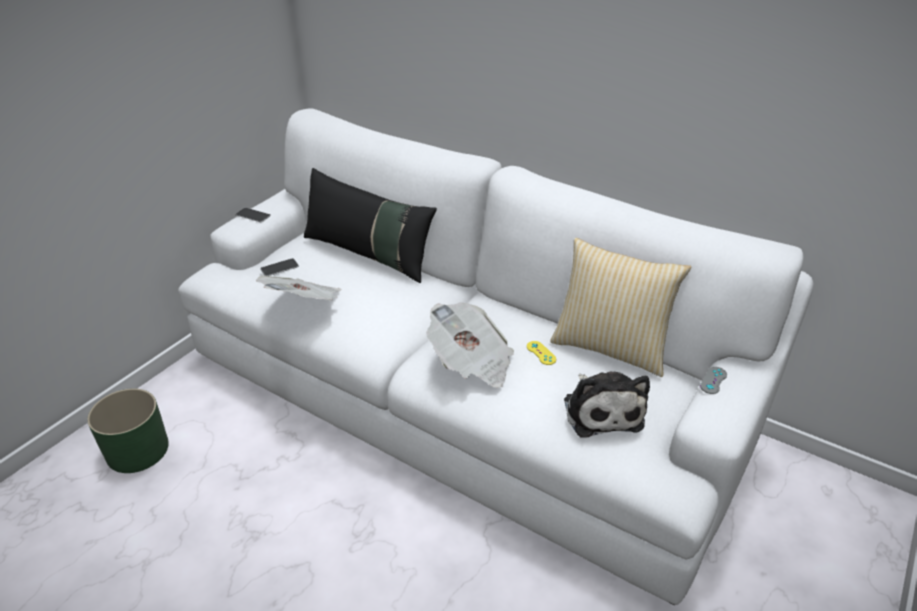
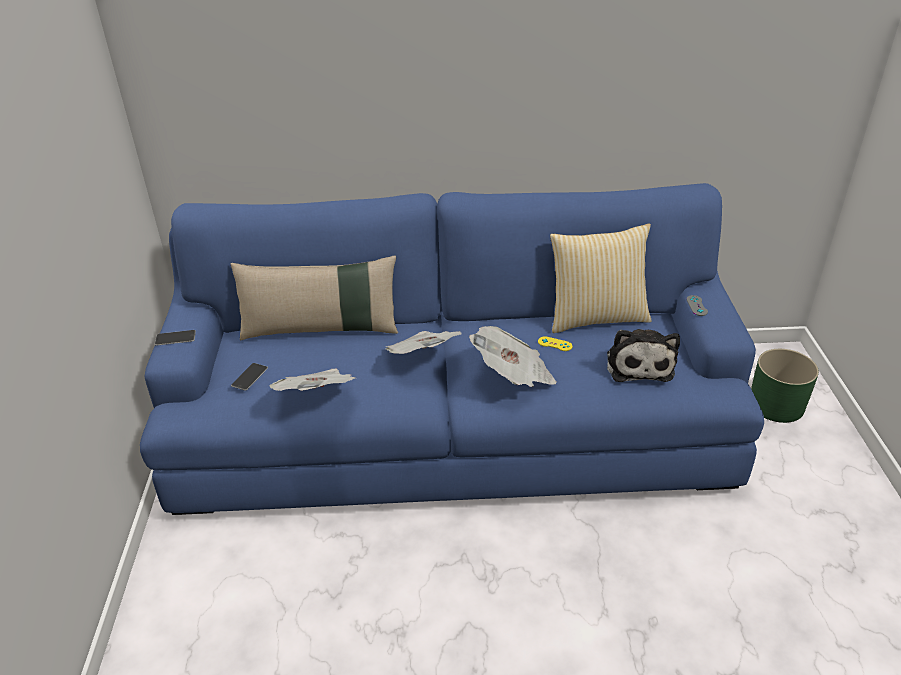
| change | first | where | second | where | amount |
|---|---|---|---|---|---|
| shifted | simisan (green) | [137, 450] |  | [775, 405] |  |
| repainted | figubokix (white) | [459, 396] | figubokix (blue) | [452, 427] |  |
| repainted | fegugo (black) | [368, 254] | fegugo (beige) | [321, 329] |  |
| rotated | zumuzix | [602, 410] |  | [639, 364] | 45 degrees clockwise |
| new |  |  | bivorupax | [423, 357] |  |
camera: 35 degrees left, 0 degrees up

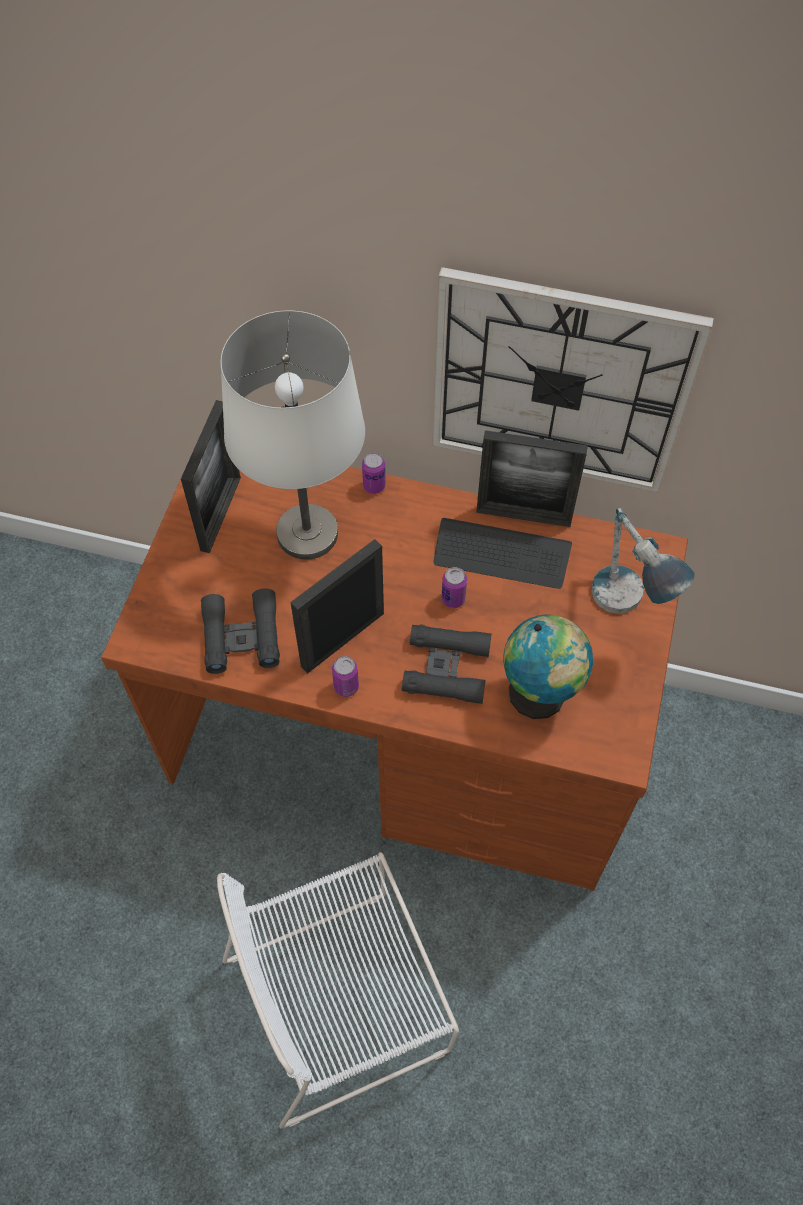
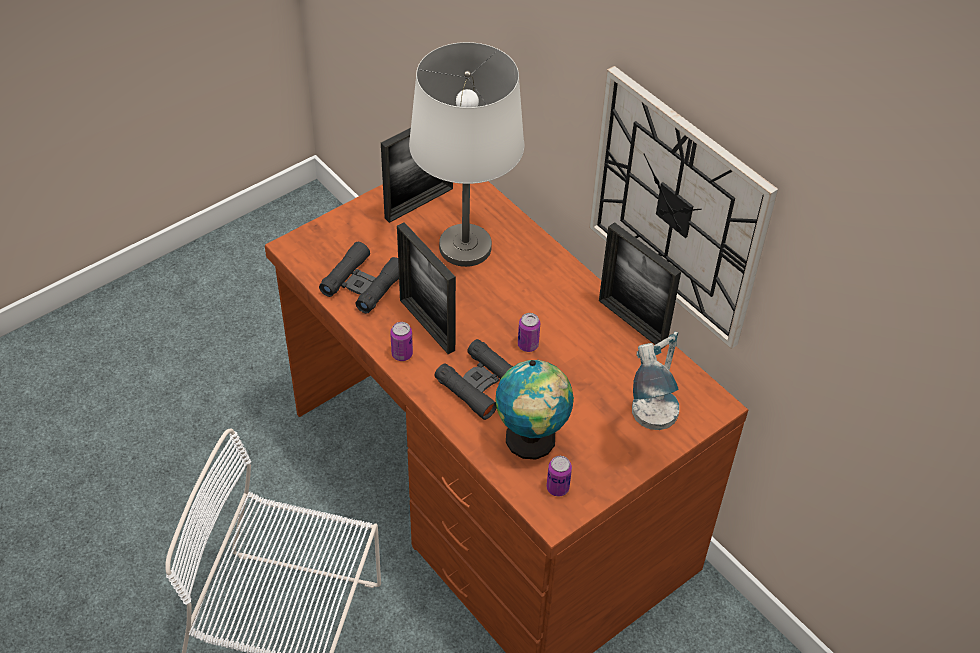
| change | first | where | second | where | amount |
|---|---|---|---|---|---|
| rotated | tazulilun | [342, 640] |  | [427, 325] | 120 degrees counterclockwise |
| shifted | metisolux | [374, 486] |  | [557, 488] |  |
| gone | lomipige | [501, 555] |  |  |  |
camera: 35 degrees right, 10 degrees down

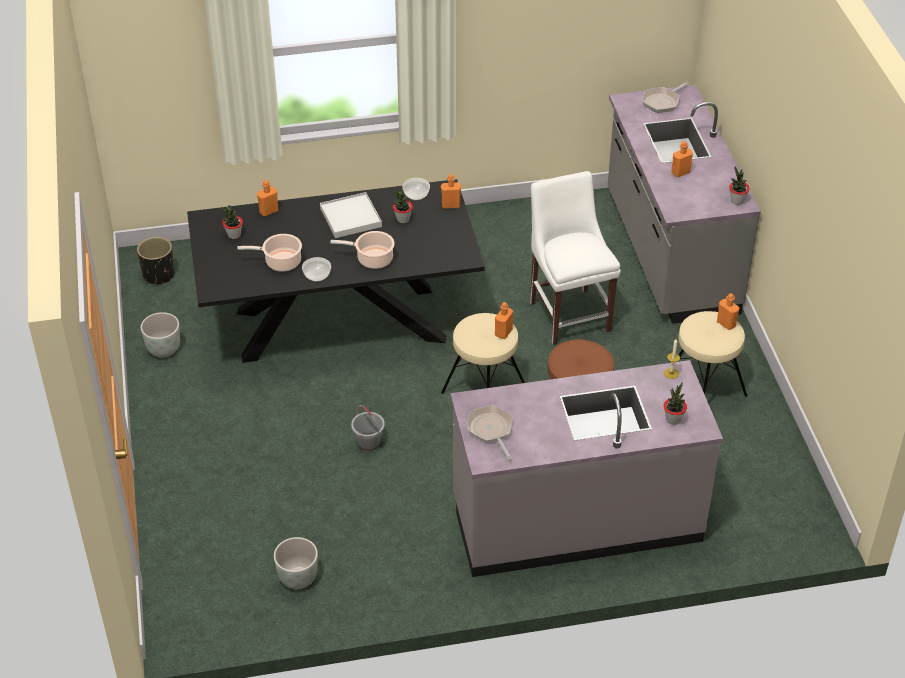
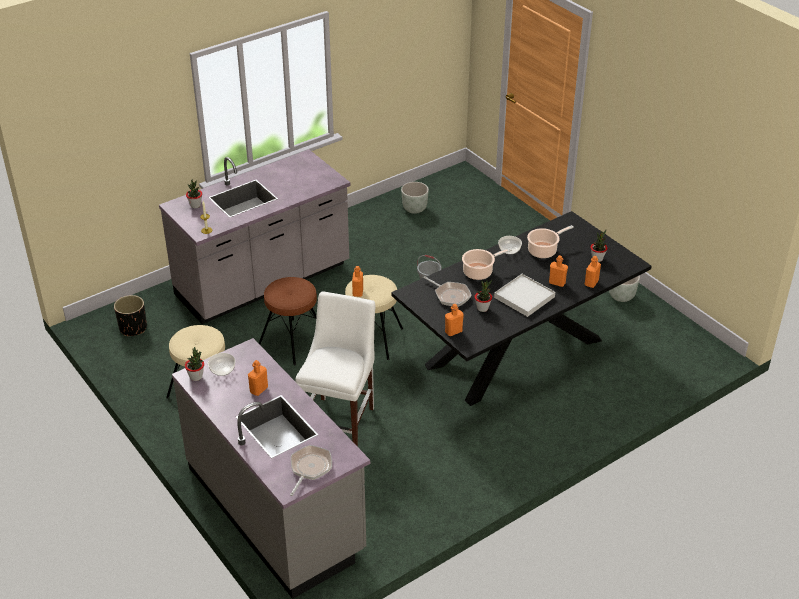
| change | first | where | second | where | amount |
|---|---|---|---|---|---|
| shifted | simisan (black) | [159, 275] |  | [133, 328] |  |
| shifted | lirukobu | [416, 194] |  | [222, 370] |  |
| shifted | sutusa | [491, 430] |  | [450, 295] |  |
| rotated | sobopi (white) | [568, 313] |  | [340, 419] | 120 degrees counterclockwise |
| shifted | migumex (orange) | [726, 324] |  | [557, 283] |  |
camera: 155 degrees right, 5 degrees down

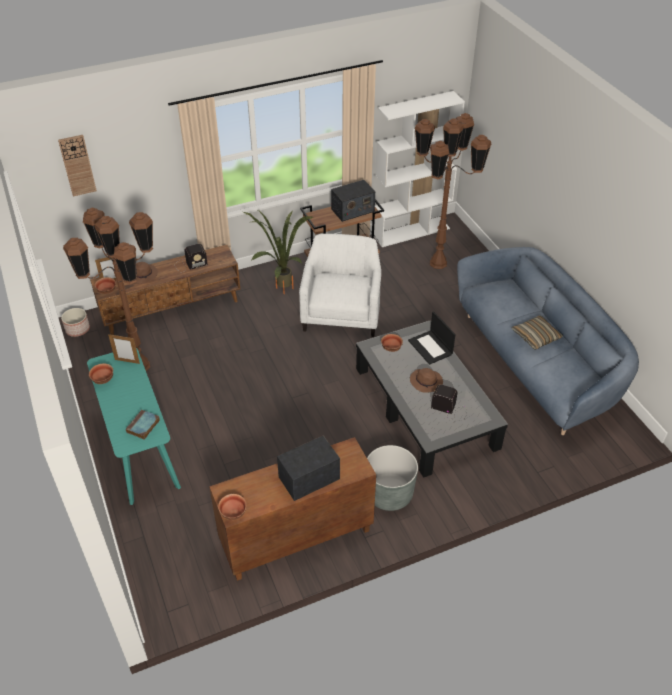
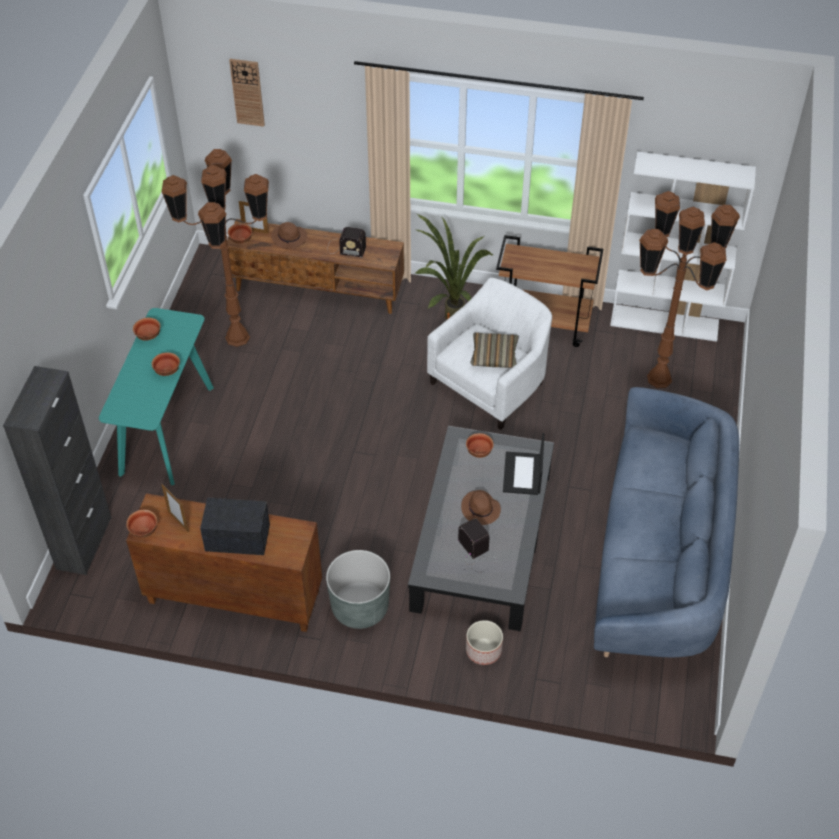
| change | first | where | second | where | amount |
|---|---|---|---|---|---|
| shifted | simisan | [77, 329] |  | [483, 650] |  |
| shifted | tazulilun | [127, 361] |  | [178, 521] |  |
| gone | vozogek | [143, 427] |  |  |  |
| gone | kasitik | [352, 210] |  |  |  |
| shifted | fegugo | [536, 337] |  | [494, 355] |  |
| new |  |  | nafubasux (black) | [84, 543] |  |
| new |  |  | lirukobu | [167, 370] |  |
camera: 35 degrees right, 5 degrees up

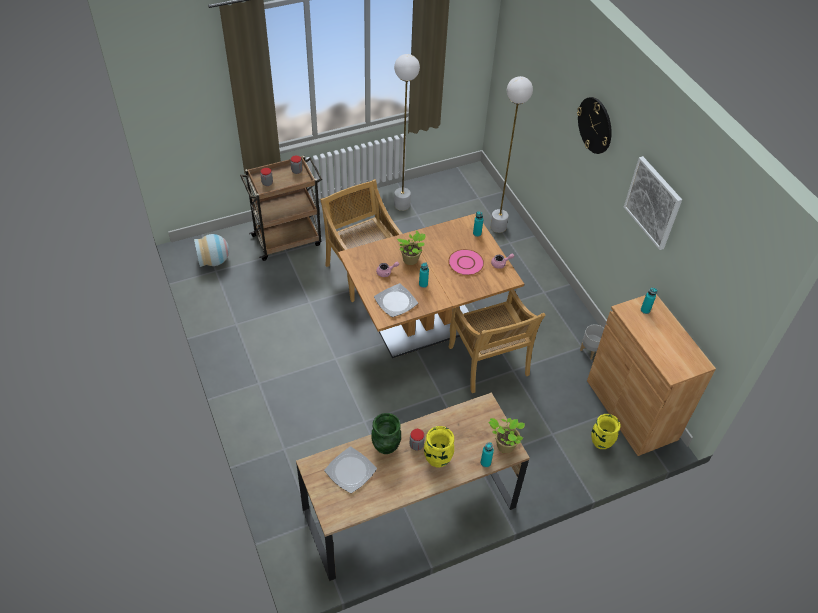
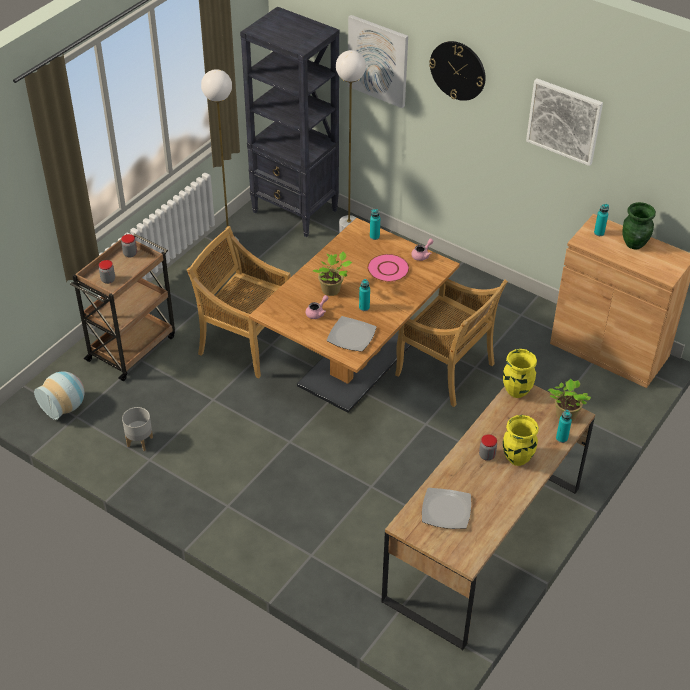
| change | first | where | second | where | amount |
|---|---|---|---|---|---|
| shifted | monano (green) | [386, 447] |  | [634, 244] |  |
| shifted | simisan (grey) | [590, 351] |  | [140, 442] |  |
| shifted | monano (yellow) | [600, 442] |  | [516, 391] |  |
| new |  |  | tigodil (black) | [295, 211] |  |
| new |  |  | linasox | [378, 61] |  |
camera: 30 degrees left, 5 degrees down

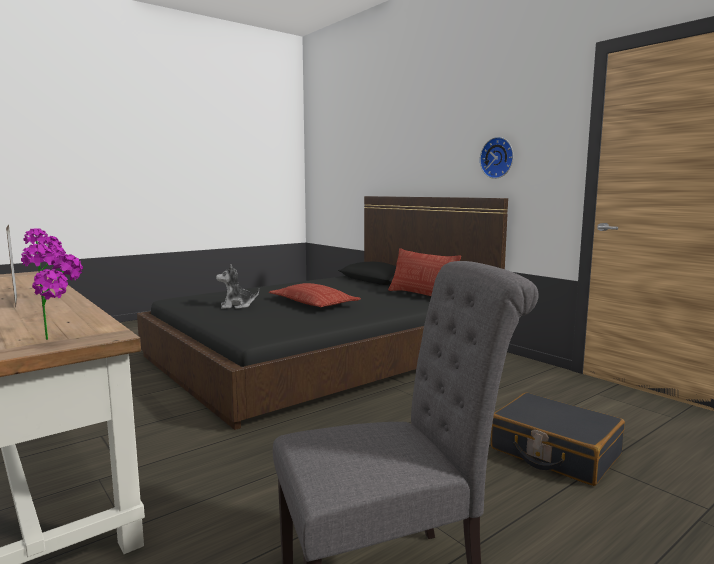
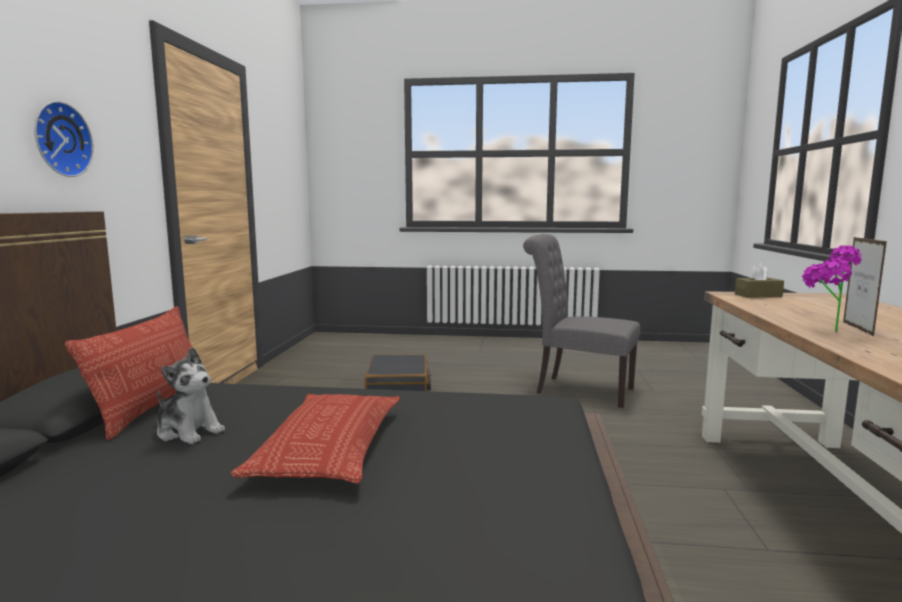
| change | first | where | second | where | amount |
|---|---|---|---|---|---|
| swapped | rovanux | [60, 338] | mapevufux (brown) | [758, 295] |  |
| shifted | zumuzix | [237, 306] |  | [189, 431] |  |
camera: 135 degrees left, 0 degrees up

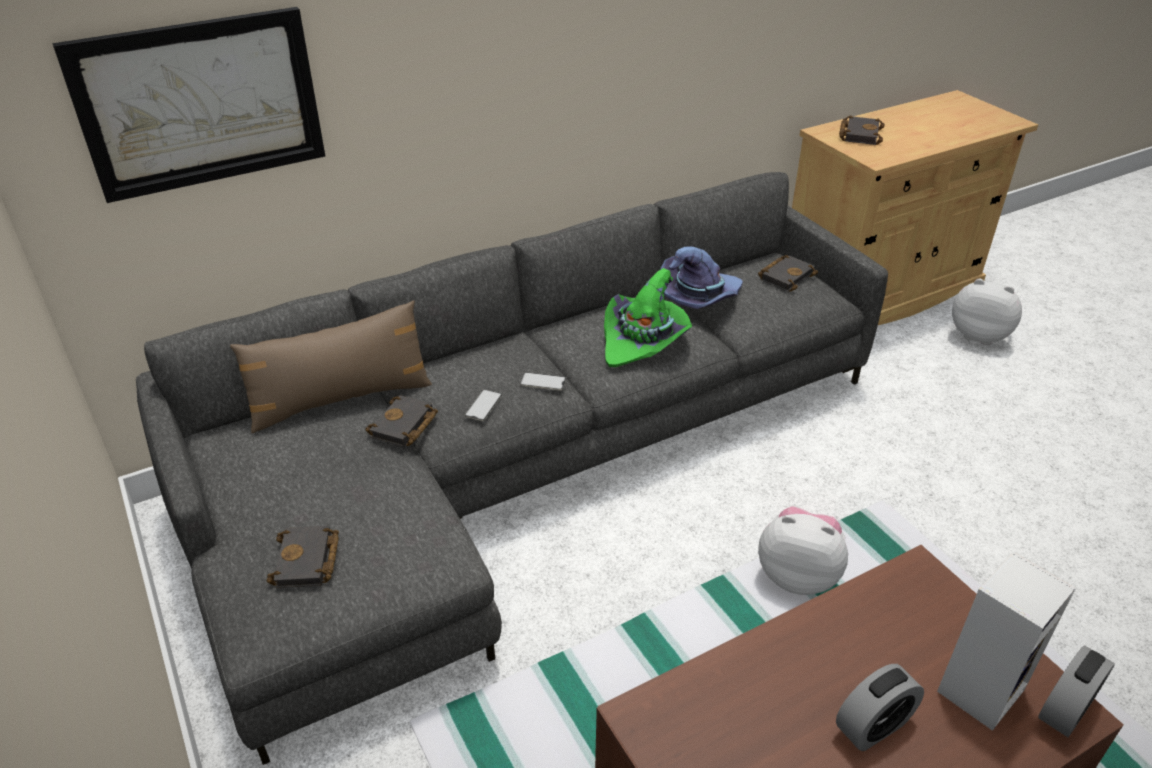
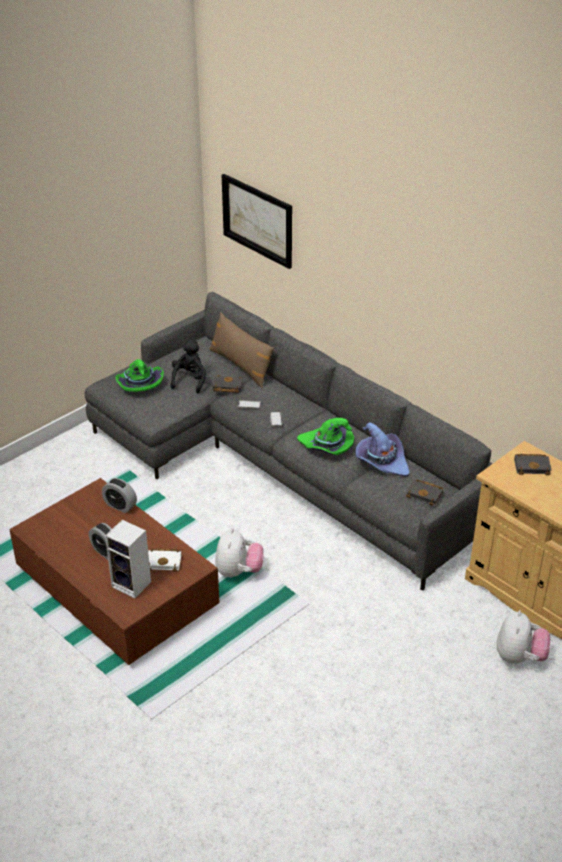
| change | first | where | second | where | amount |
|---|---|---|---|---|---|
| swapped | vozogek (black) | [307, 562] | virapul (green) | [139, 384] |  |
| shifted | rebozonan | [1065, 710] |  | [120, 505] |  |
| new |  |  | vozogek (white) | [165, 561] |  |
| new |  |  | zumuzix (black) | [189, 380] |  |
camera: 75 degrees right, 0 degrees up

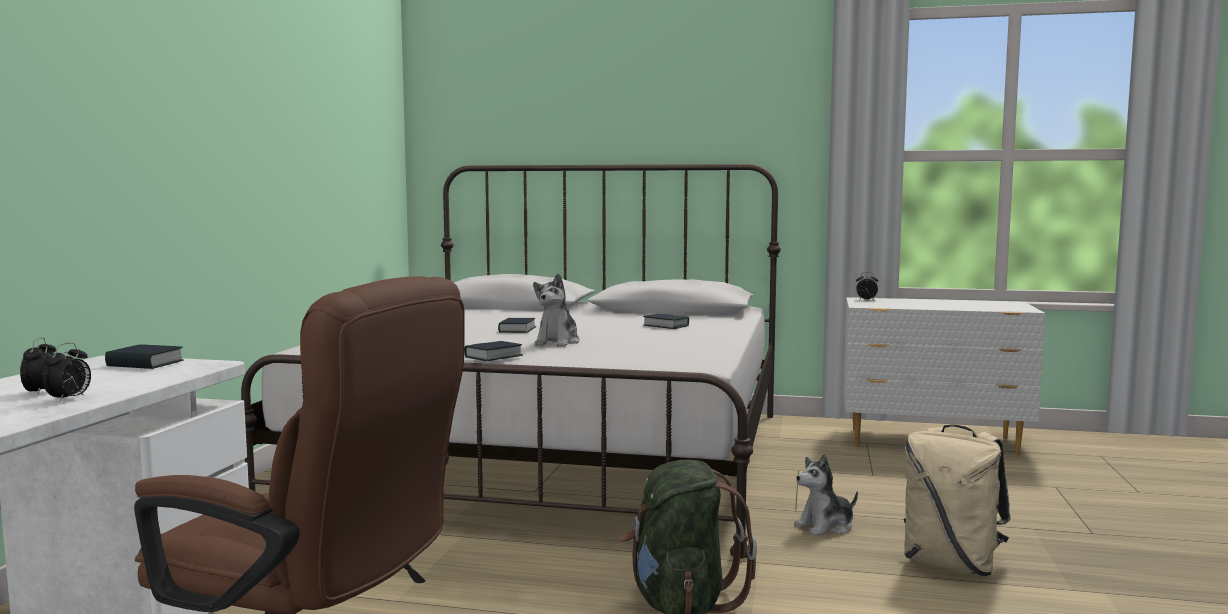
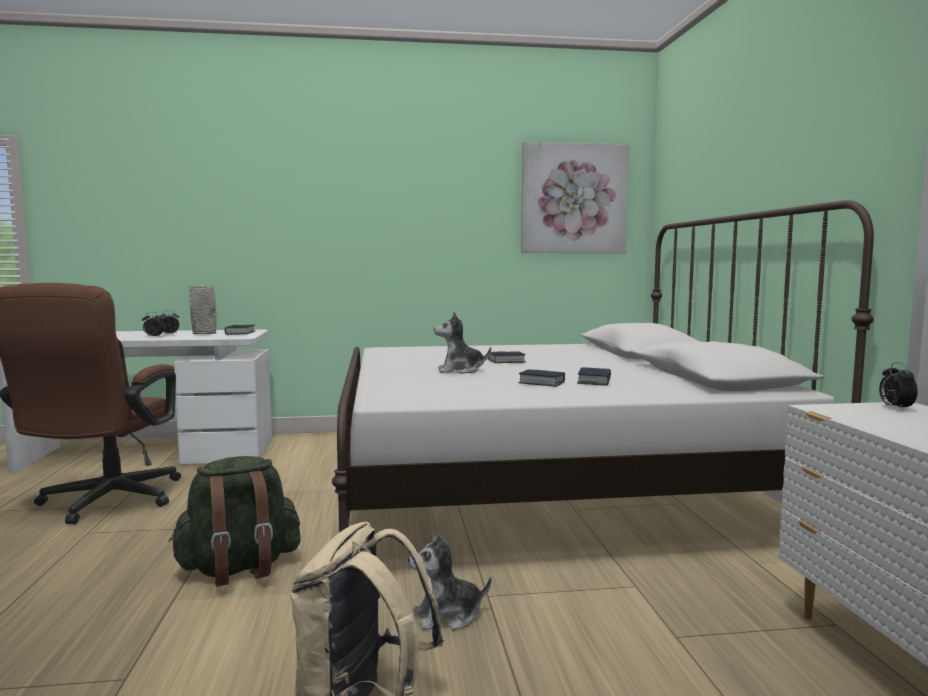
| change | first | where | second | where | amount |
|---|---|---|---|---|---|
| shifted | vozogek | [493, 357] |  | [541, 383] |  |
| rotated | zumuzix | [826, 526] |  | [447, 616] | 60 degrees counterclockwise |
| new |  |  | monano (grey) | [205, 334] |  |
| new |  |  | linasox | [574, 199] |  |
camera: 70 degrees right, 0 degrees up

